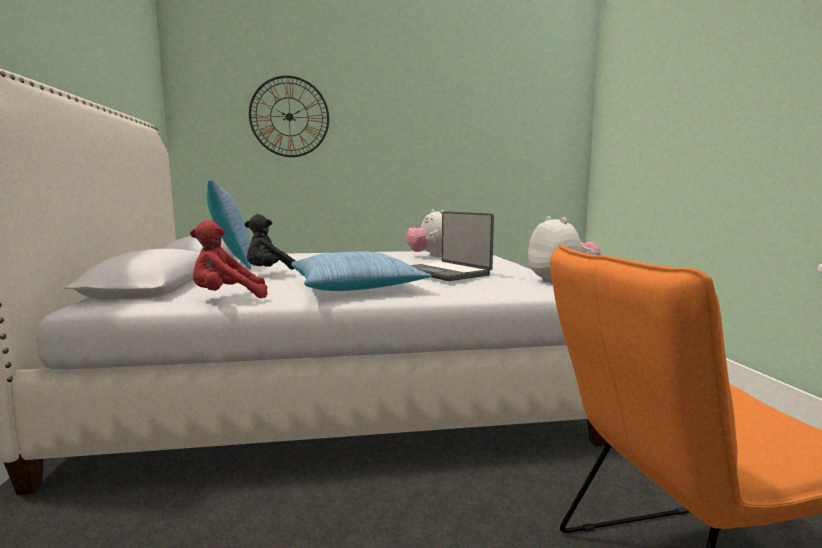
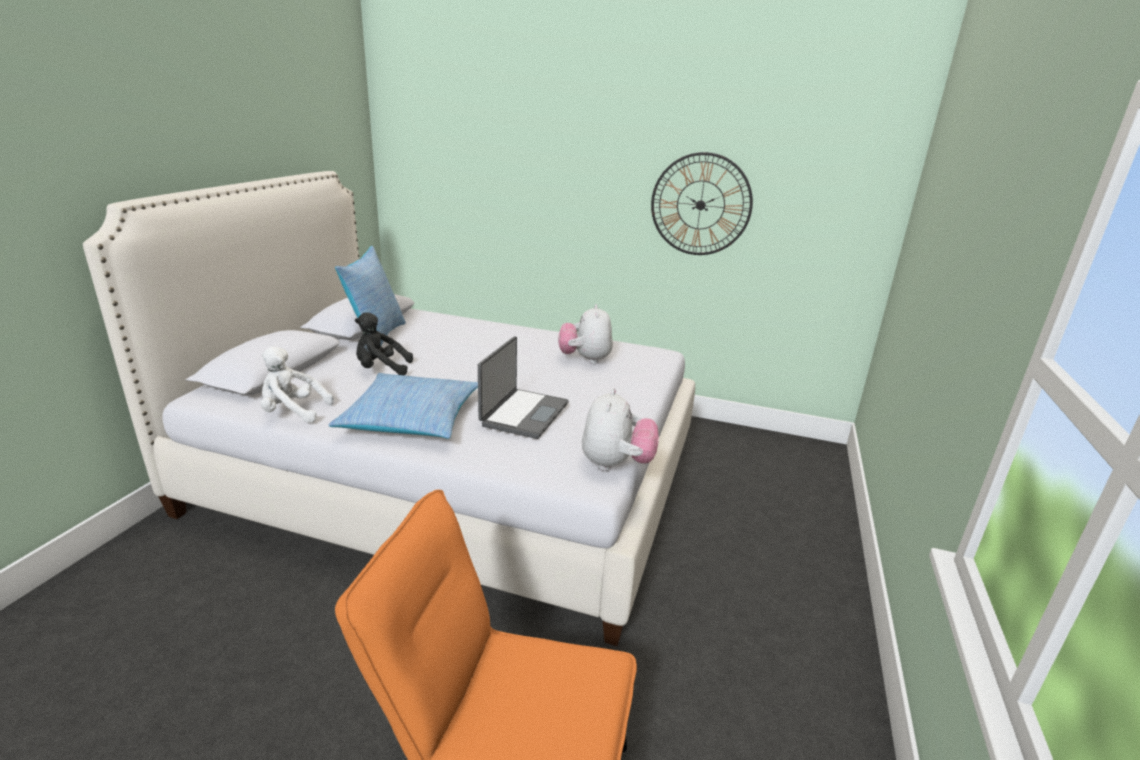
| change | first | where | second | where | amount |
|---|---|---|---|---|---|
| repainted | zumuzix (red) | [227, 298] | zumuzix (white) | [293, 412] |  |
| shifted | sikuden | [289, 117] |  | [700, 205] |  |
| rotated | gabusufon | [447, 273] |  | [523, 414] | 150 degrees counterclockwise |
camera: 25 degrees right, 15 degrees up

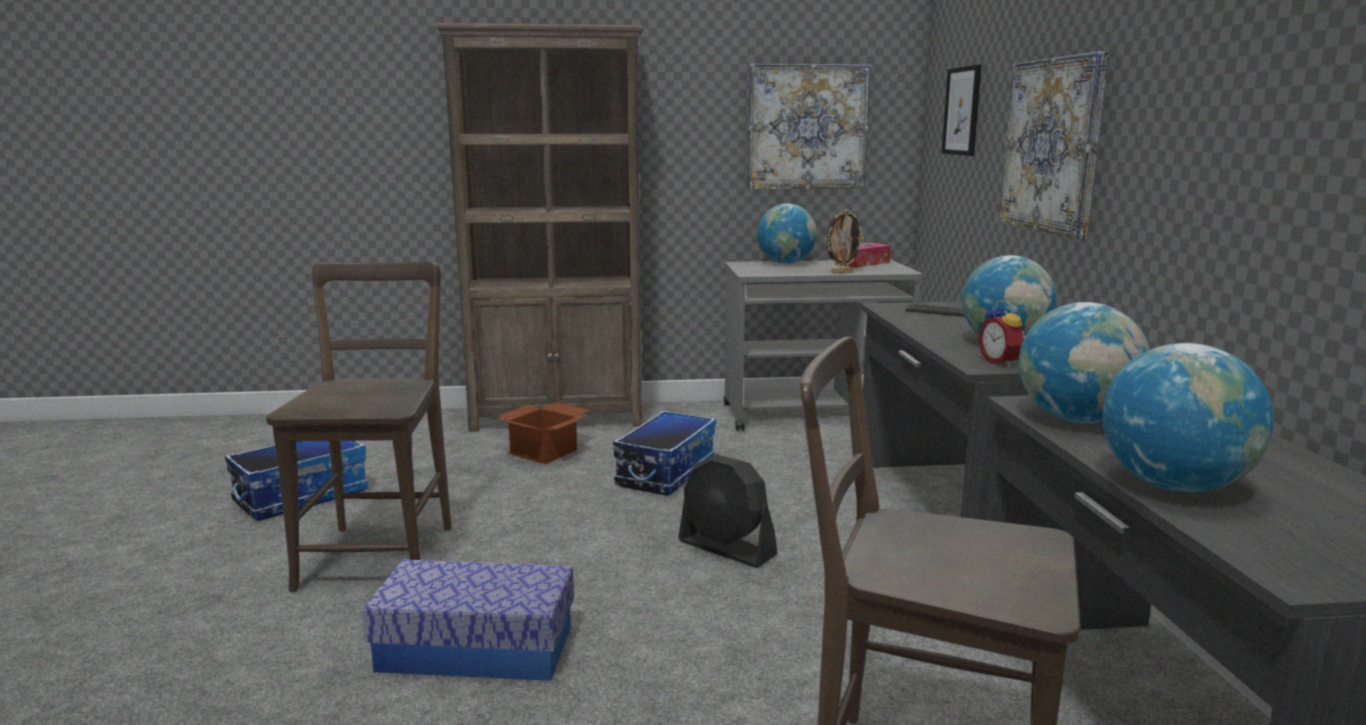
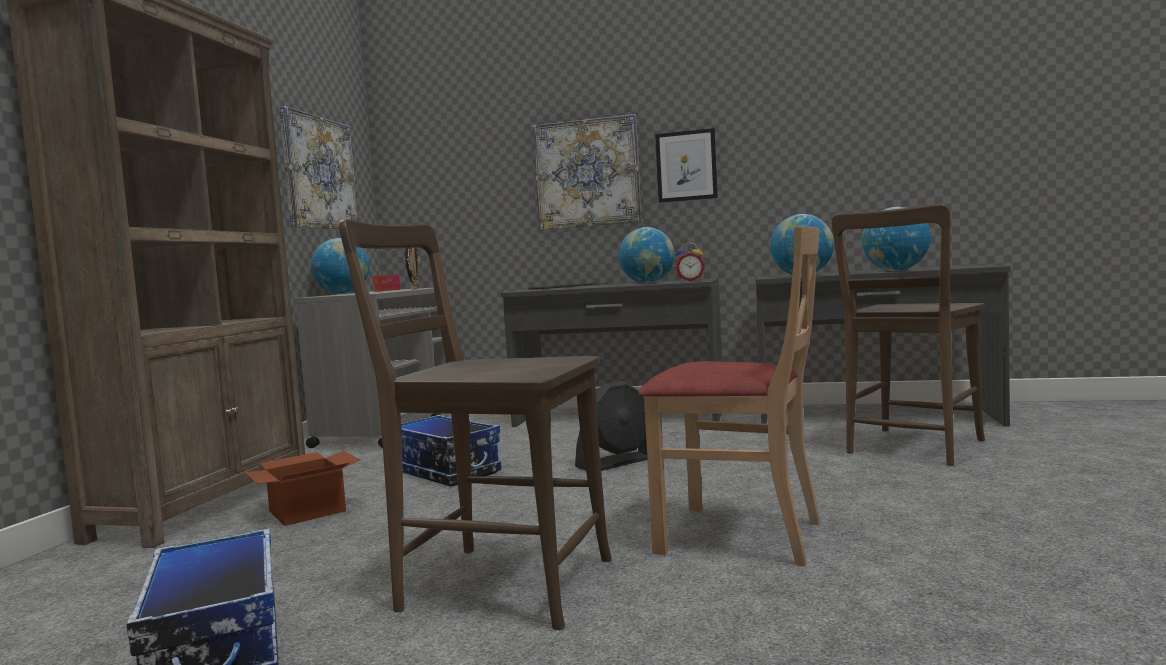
| change | first | where | second | where | amount |
|---|---|---|---|---|---|
| swapped | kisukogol | [476, 648] | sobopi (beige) | [739, 535] |  |
| shifted | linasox | [962, 111] |  | [686, 166] |  |
camera: 70 degrees left, 10 degrees down

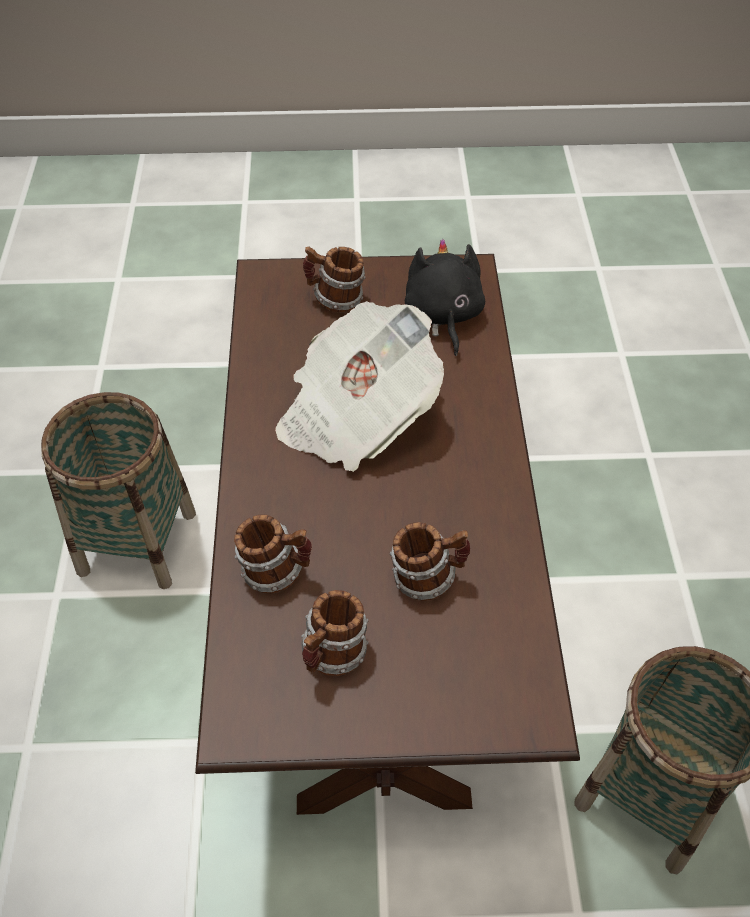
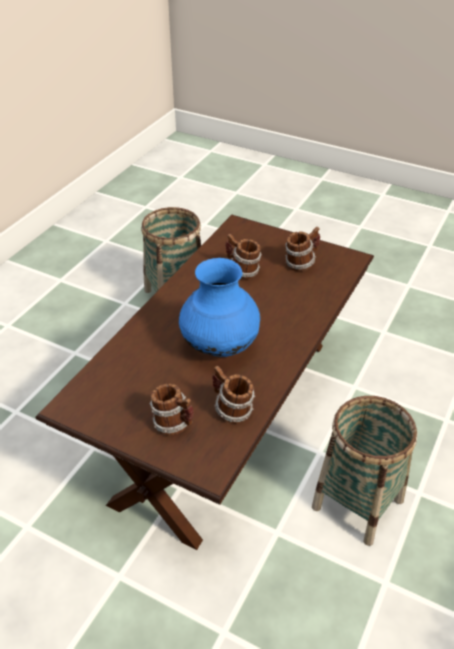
| change | first | where | second | where | amount |
|---|---|---|---|---|---|
| shifted | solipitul | [276, 571] |  | [231, 410] |  |
| swapped | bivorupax | [356, 415] | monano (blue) | [220, 347] |  |
| gone | zumuzix (black) | [443, 316] |  |  |  |
camera: 150 degrees left, 10 degrees down

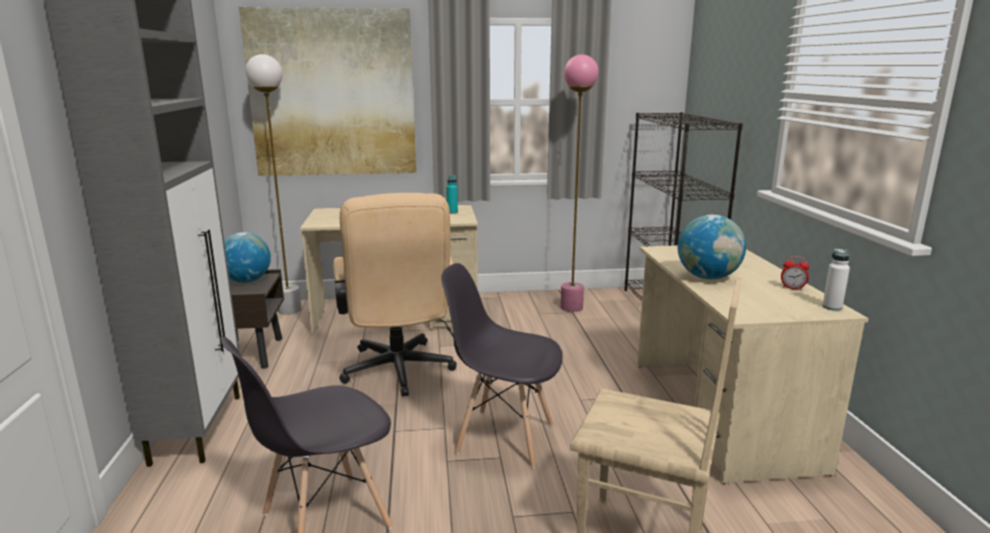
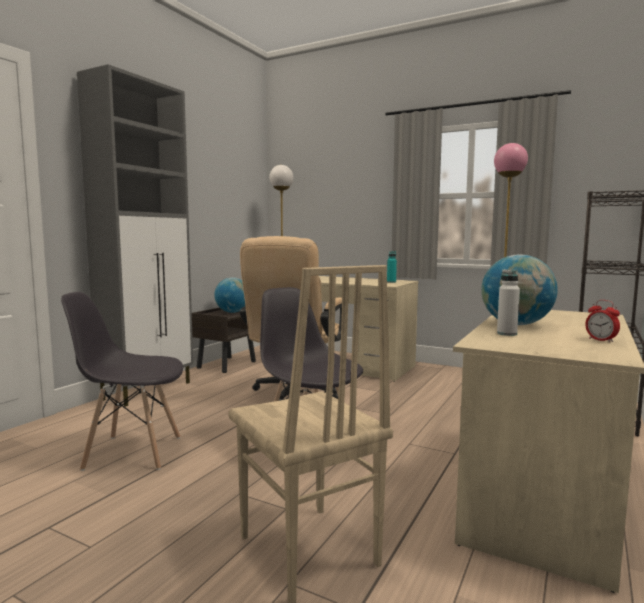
| change | first | where | second | where | amount |
|---|---|---|---|---|---|
| gone | linasox | [333, 93] |  |  |  |
| shifted | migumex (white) | [832, 307] |  | [506, 334] |  |
camera: 35 degrees right, 10 degrees down

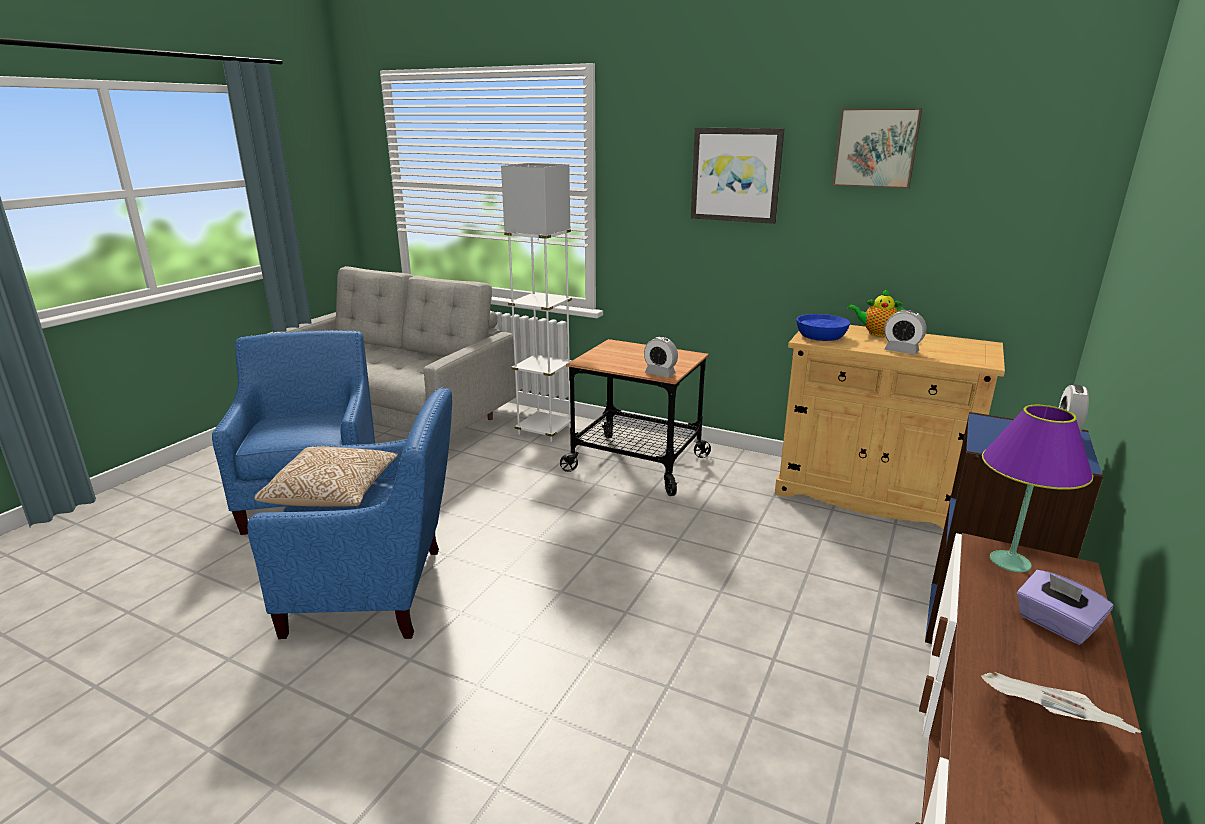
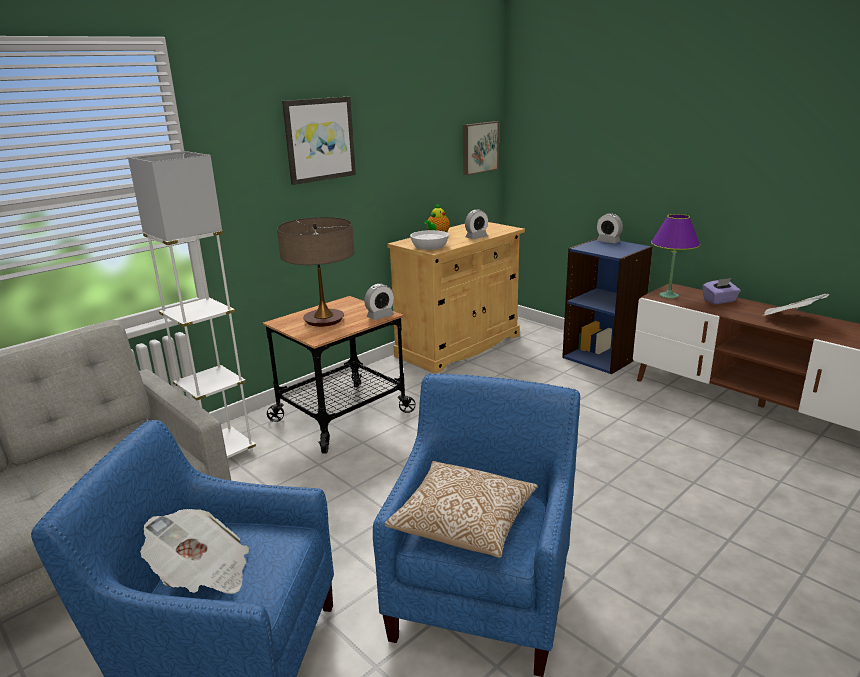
| change | first | where | second | where | amount |
|---|---|---|---|---|---|
| repainted | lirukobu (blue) | [821, 336] | lirukobu (white) | [430, 246] |  |
| shifted | linasox | [876, 148] |  | [479, 147] |  |
| new |  |  | bivorupax | [202, 573] |  |
| new |  |  | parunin | [324, 320] |  |
camera: 70 degrees left, 0 degrees up

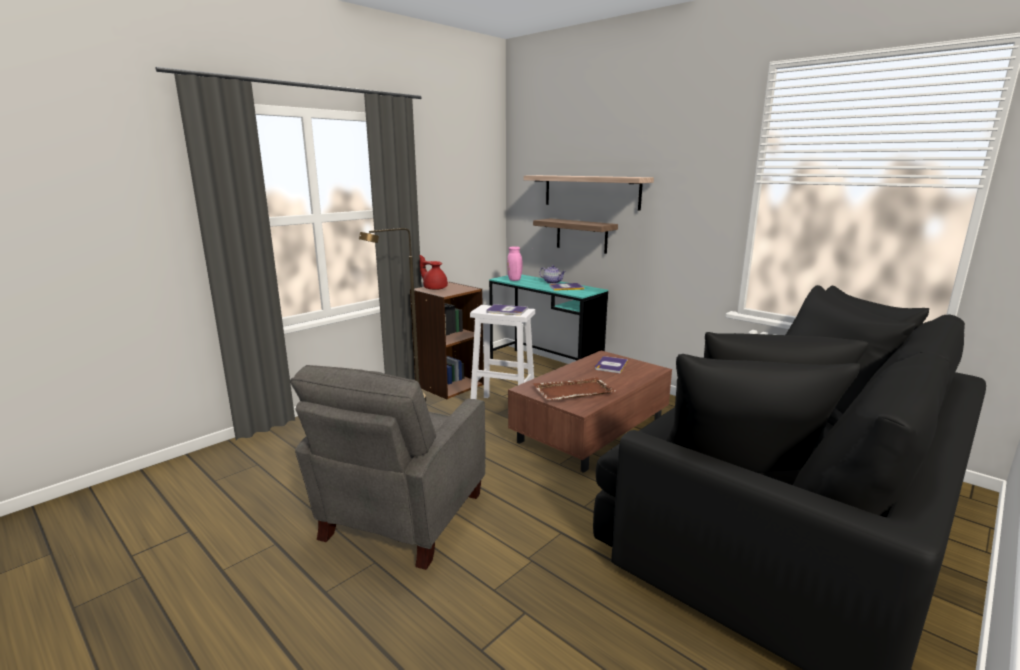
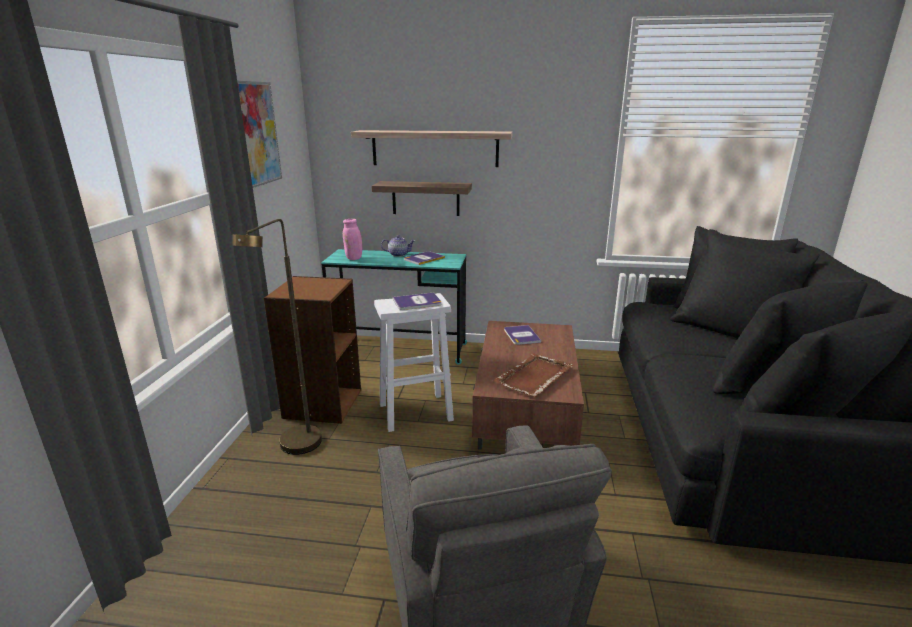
| change | first | where | second | where | amount |
|---|---|---|---|---|---|
| gone | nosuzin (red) | [434, 288] |  |  |  |
| new |  |  | linasox | [255, 134] |  |
camera: 35 degrees left, 5 degrees up

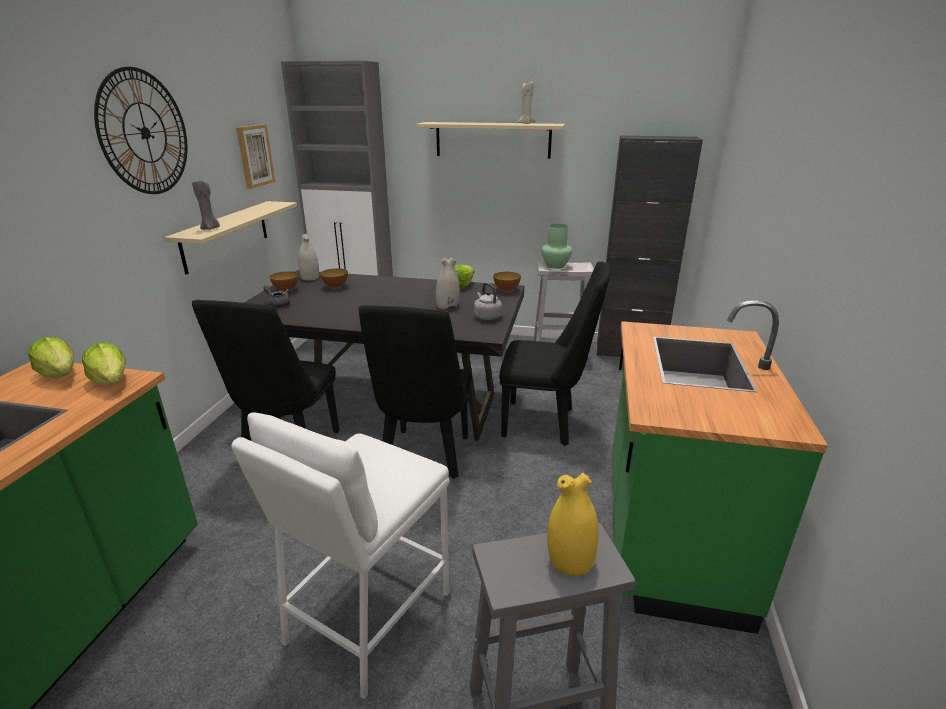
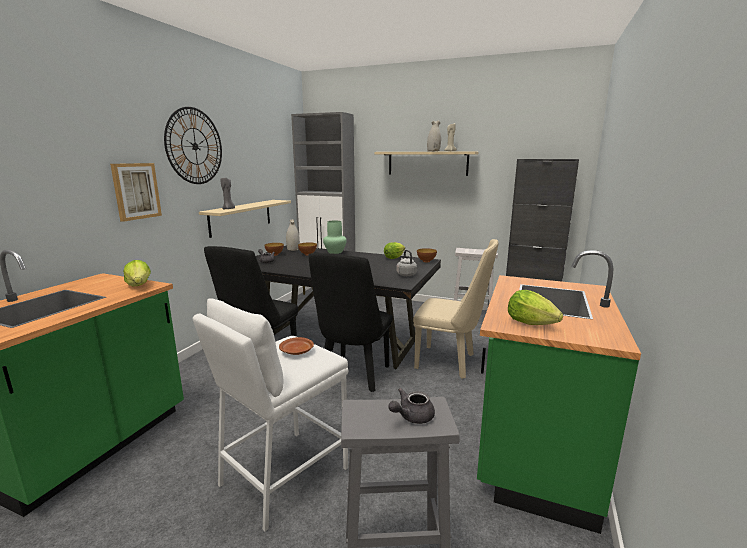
| change | first | where | second | where | amount |
|---|---|---|---|---|---|
| shifted | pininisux | [60, 375] |  | [530, 323] |  |
| shifted | linasox | [254, 156] |  | [136, 191] |  |
| shifted | monano (white) | [448, 306] |  | [433, 151] |  |
| repainted | sobopi (black) | [545, 423] | sobopi (beige) | [451, 362] |  |
| shifted | monano (green) | [556, 266] |  | [335, 252] |  |
| swapped | monano (yellow) | [570, 561] | nosuzin (grey) | [411, 417] |  |
| new |  |  | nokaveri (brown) | [296, 351] |  |
camera: 10 degrees right, 10 degrees down

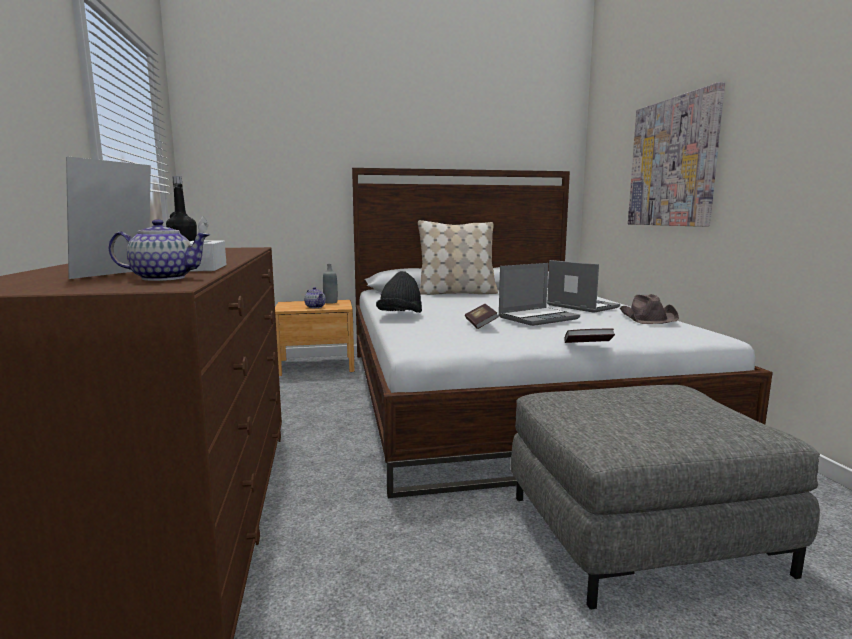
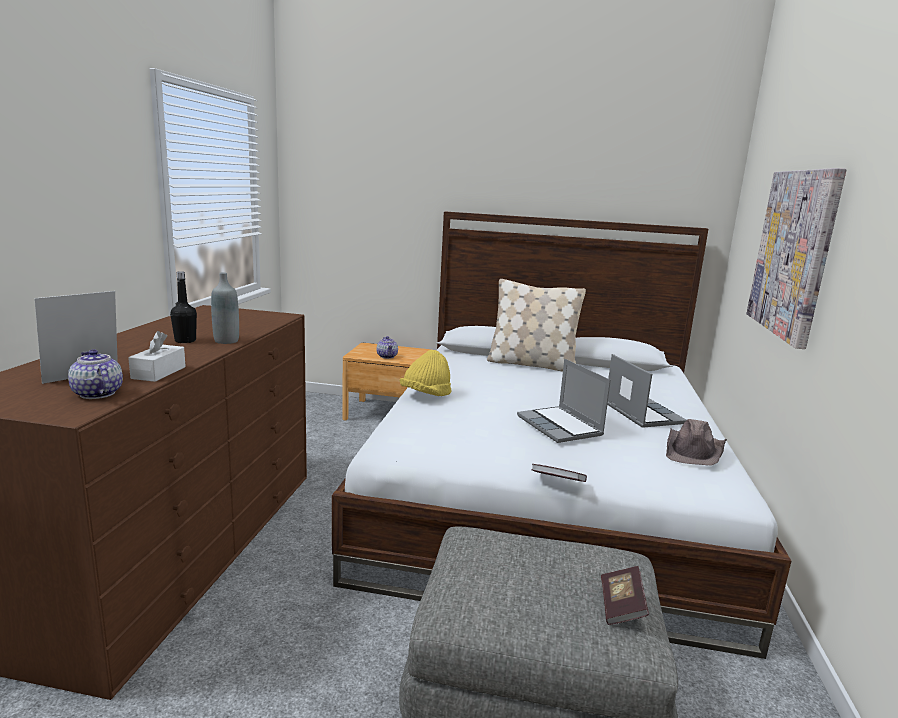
| change | first | where | second | where | amount |
|---|---|---|---|---|---|
| rotated | nosuzin | [163, 278] |  | [97, 394] | 150 degrees counterclockwise |
| shifted | migumex (grey) | [330, 302] |  | [226, 341] |  |
| repainted | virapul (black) | [400, 316] | virapul (yellow) | [426, 395] |  |
| shifted | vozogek | [480, 324] |  | [621, 606] |  |
| rotated | gabusufon | [538, 318] |  | [561, 426] | 75 degrees clockwise |
camera: 20 degrees right, 5 degrees up

